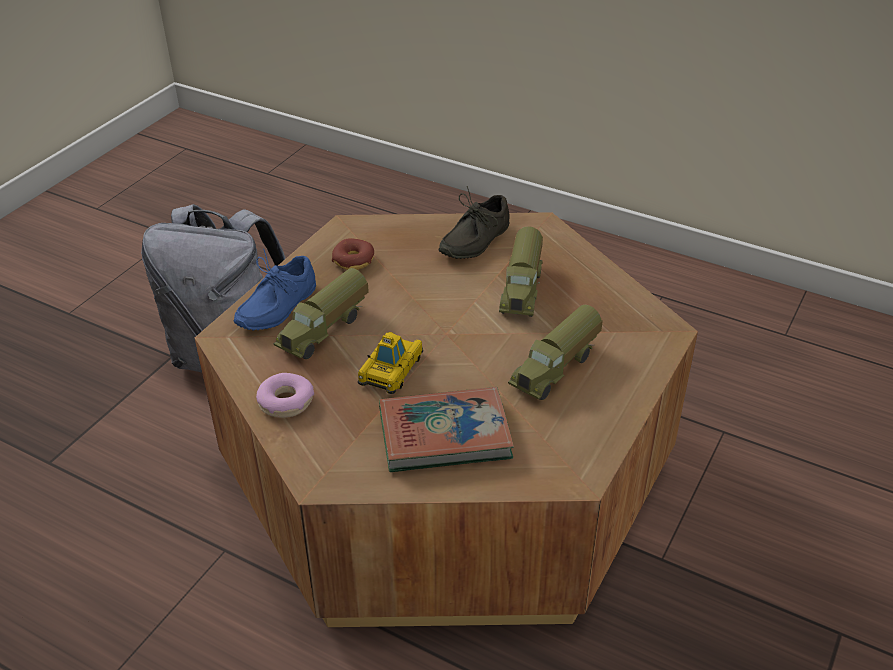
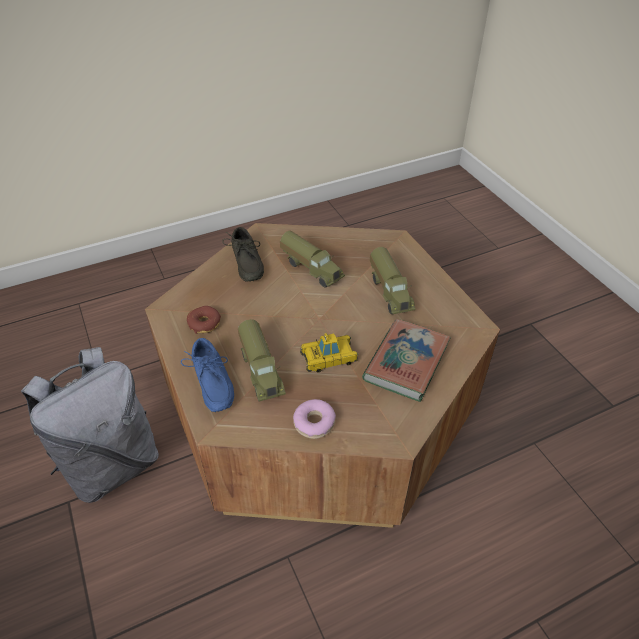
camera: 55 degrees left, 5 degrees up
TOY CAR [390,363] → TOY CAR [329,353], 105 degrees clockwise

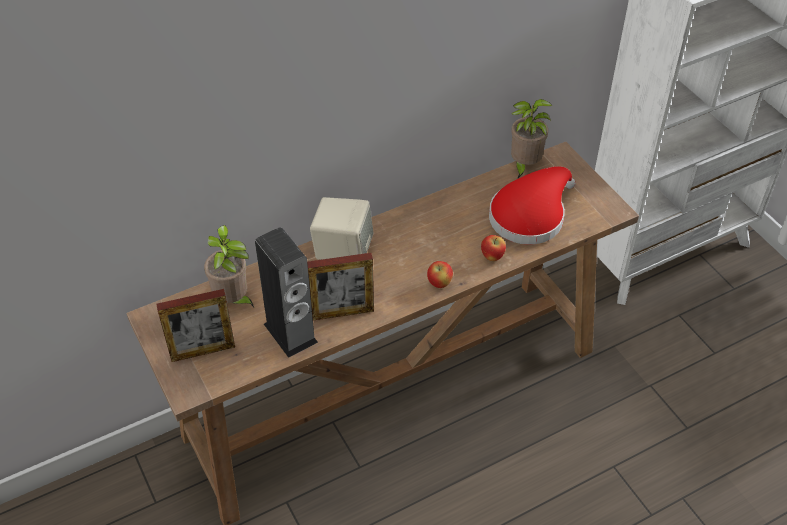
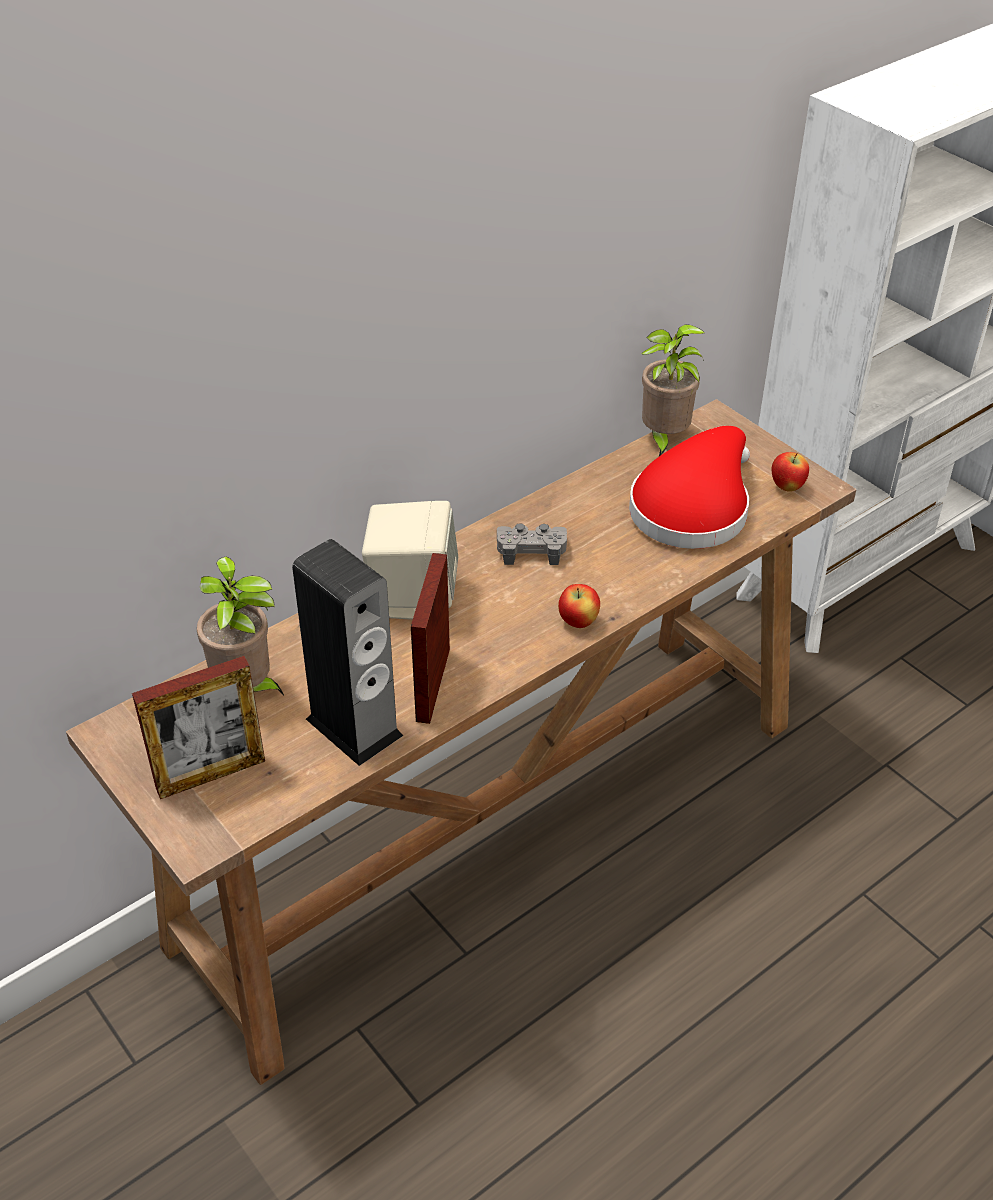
camera: 10 degrees left, 5 degrees down
APPLE [493,248] → APPLE [790,472], moved
PICTURE FRAME [340,286] → PICTURE FRAME [430,638], 120 degrees clockwise
- → GREY GAME CONTROLLER [532,544]

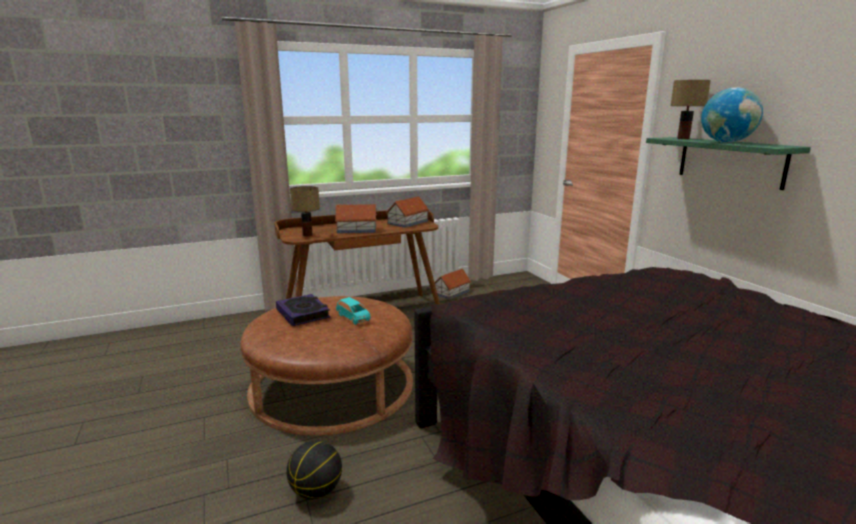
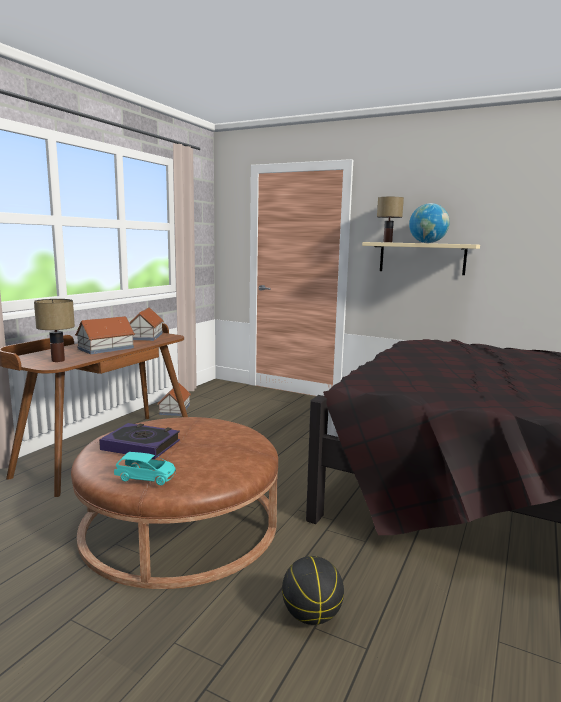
camera: 40 degrees left, 5 degrees down
GREEN SHELF [728,163] → BEIGE SHELF [421,258]
TURQUOISE TOY CAR [353,311] → TURQUOISE TOY CAR [145,468], moved

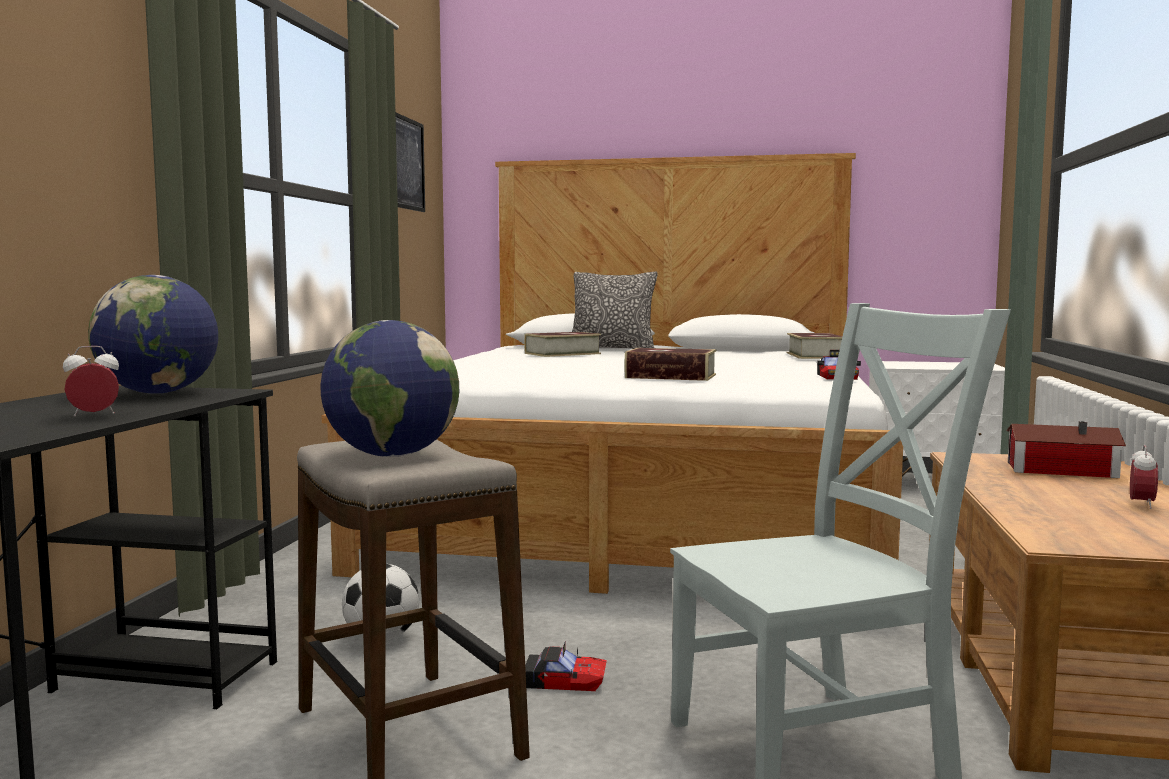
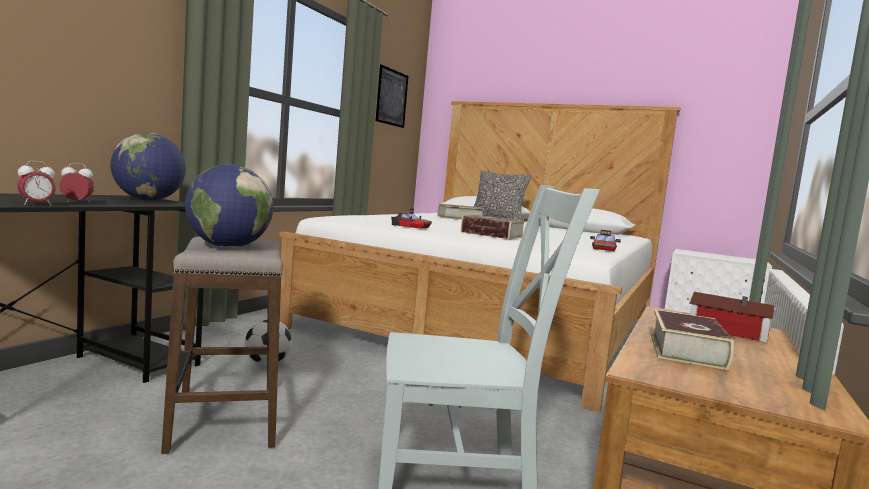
camera: 15 degrees right, 0 degrees up
BOOK [814,346] → BOOK [692,339], moved
ALARM CLOCK [1144,477] → ALARM CLOCK [36,183], moved
TOY CAR [566,667] → TOY CAR [411,219], moved

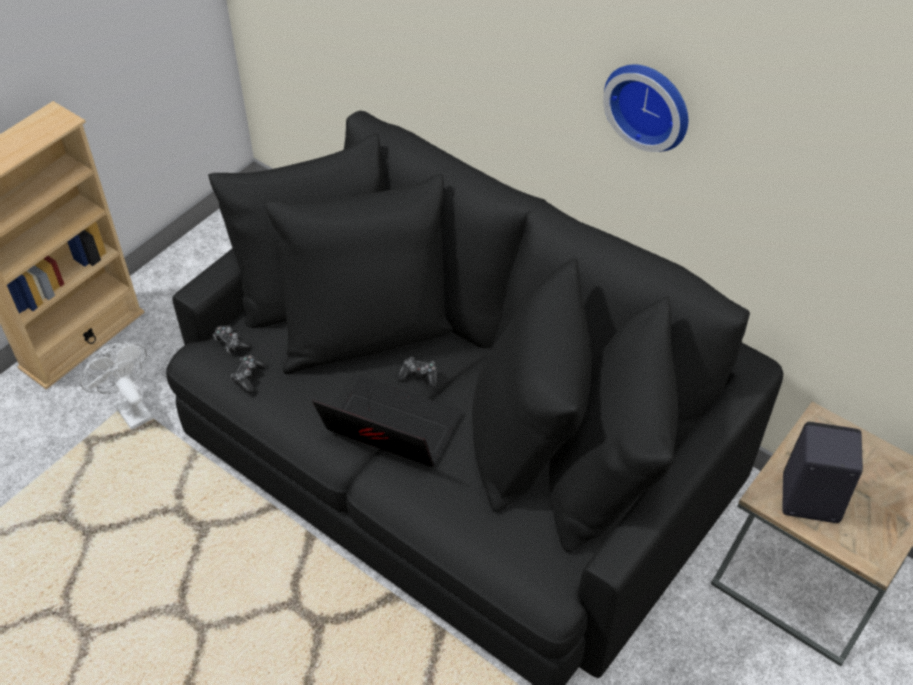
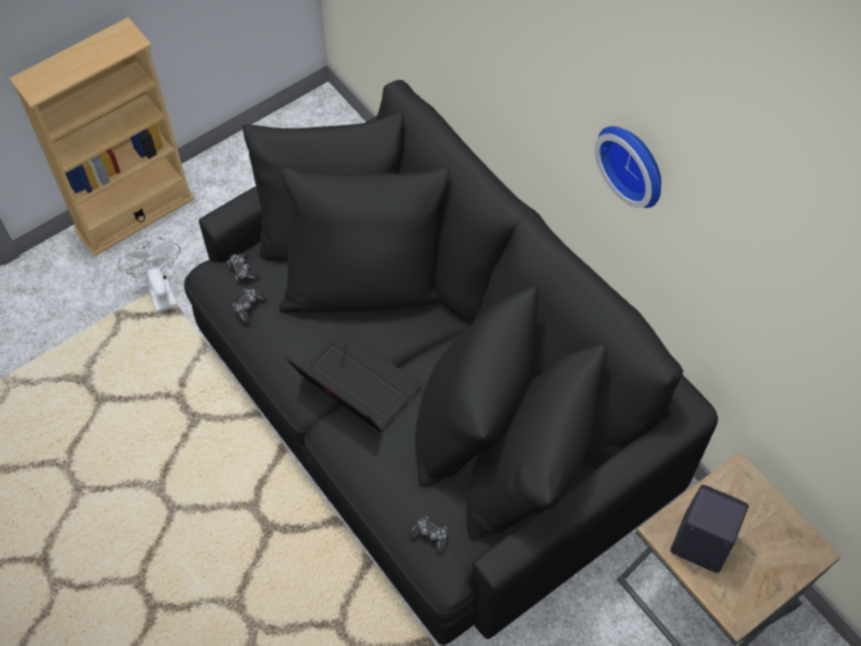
camera: 15 degrees right, 10 degrees up
GAME CONTROLLER [417,372] → GAME CONTROLLER [428,535], moved

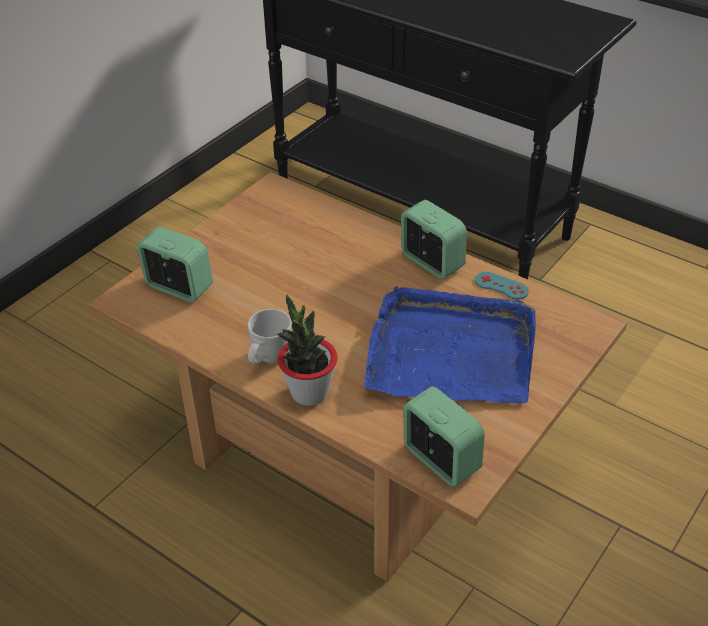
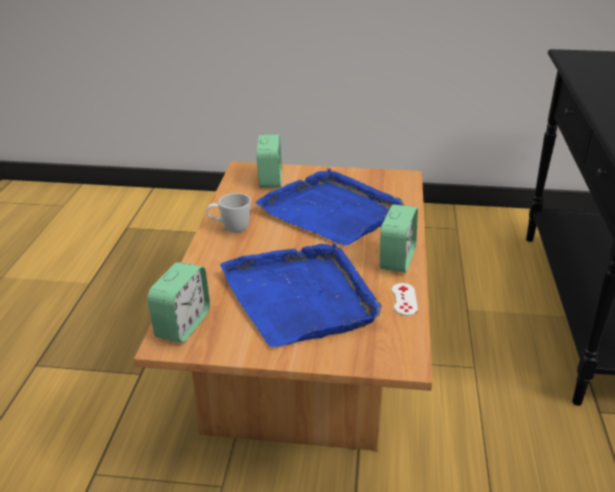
camera: 60 degrees right, 10 degrees down
TURQUOISE GAME CONTROLLER [502,286] → WHITE GAME CONTROLLER [405,299]
POTTED PLANT [307,350] → -
- → BLUE TRAY [330,207]

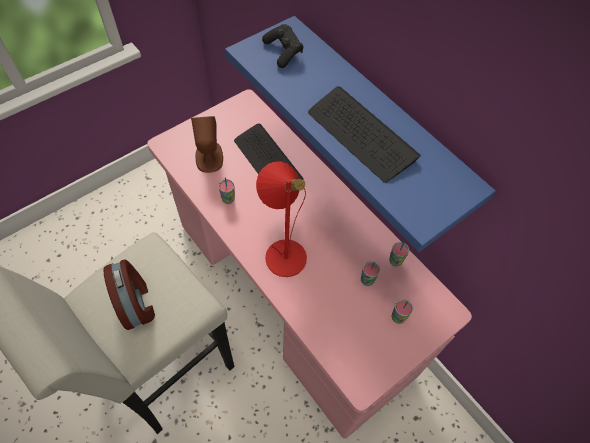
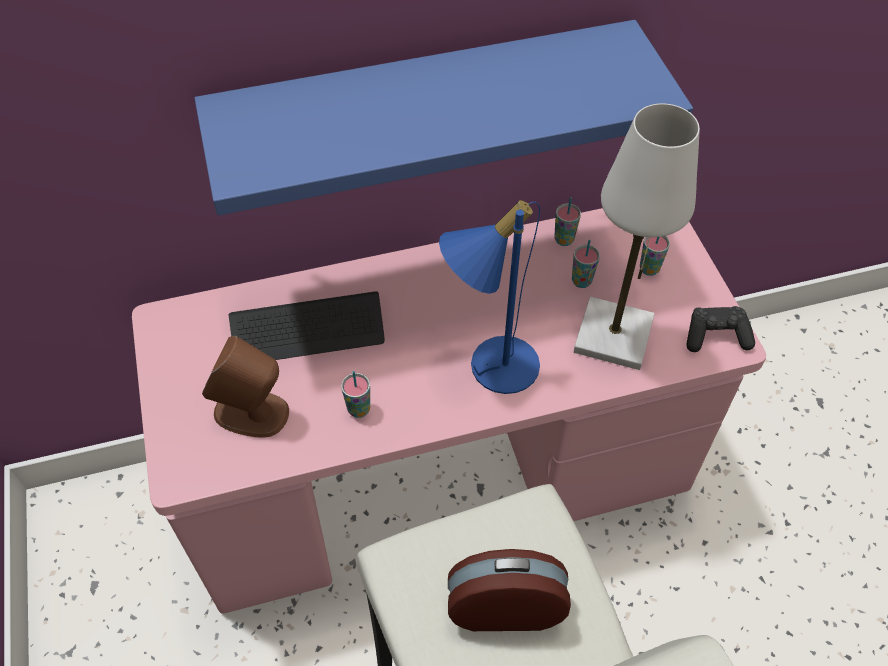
camera: 65 degrees left, 5 degrees down
BLACK GAME CONTROLLER [282,46] → BLACK GAME CONTROLLER [721,329], moved
KEYBOARD [364,134] → -
RED TABLE LAMP [281,219] → BLUE TABLE LAMP [489,297]
- → WHITE TABLE LAMP [637,236]

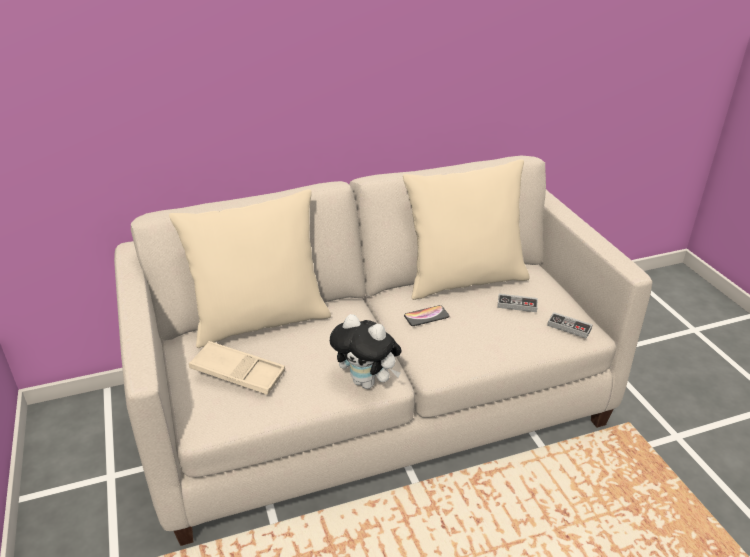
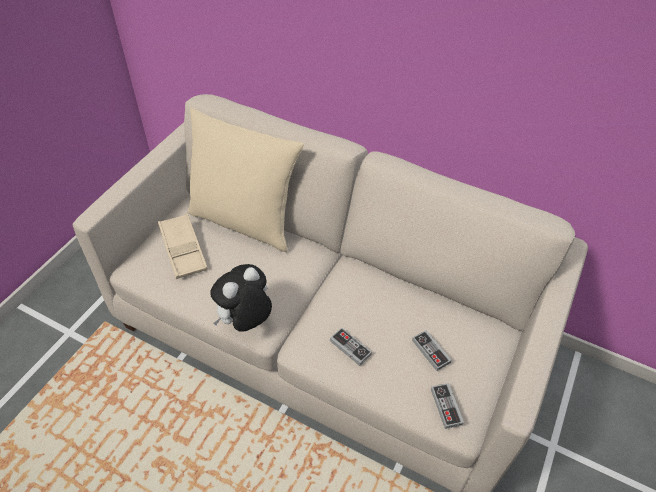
camera: 45 degrees right, 15 degrees up
BEIGE PILLOW [466,229] → -
PHONE [426,315] → -
PLUSH TOY [366,351] → PLUSH TOY [241,298], 60 degrees clockwise
- → GAME CONTROLLER [351,347]

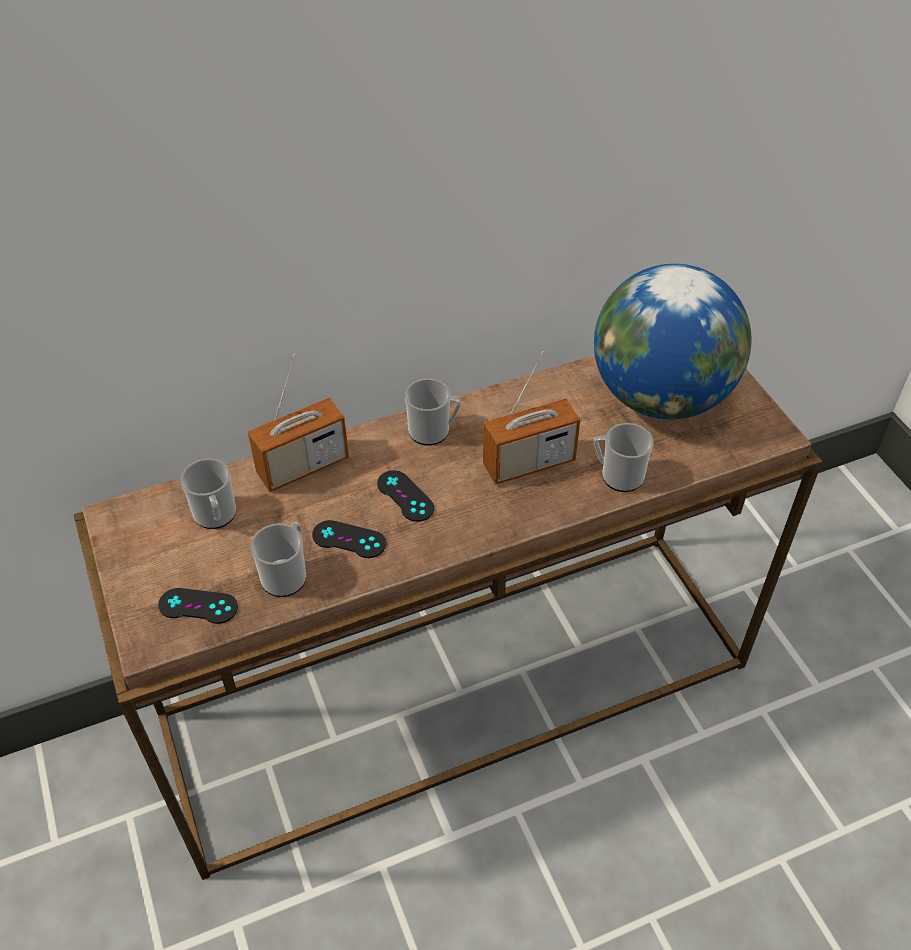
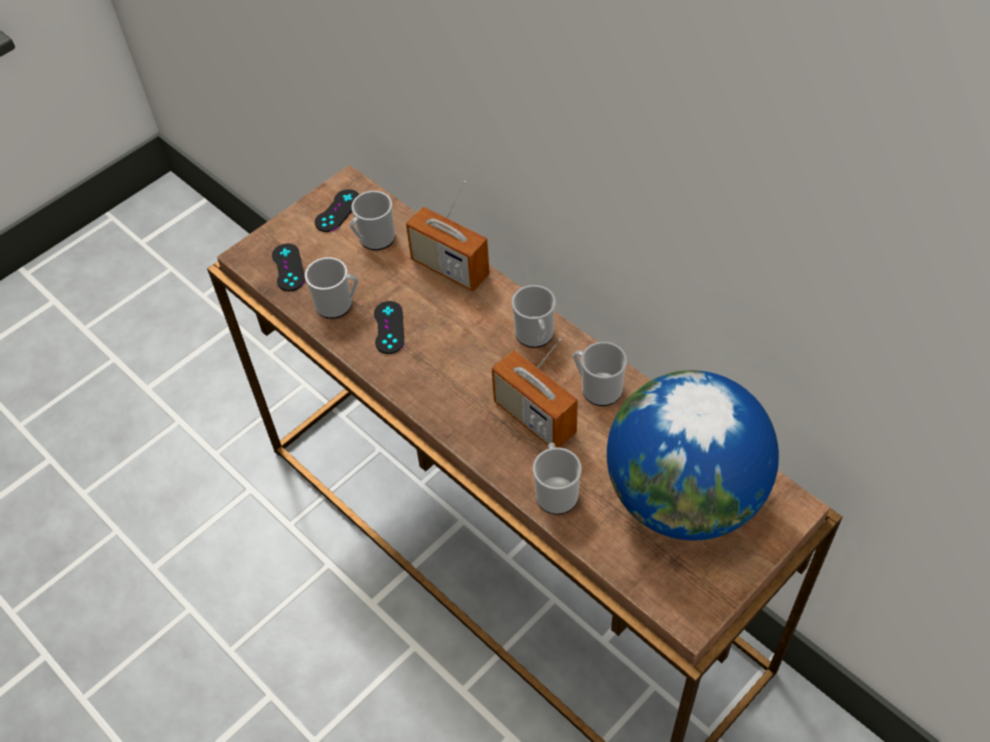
camera: 70 degrees right, 5 degrees up
BLACK GAME CONTROLLER [405,496] → BLACK GAME CONTROLLER [337,210], moved
- → MUG [600,374]

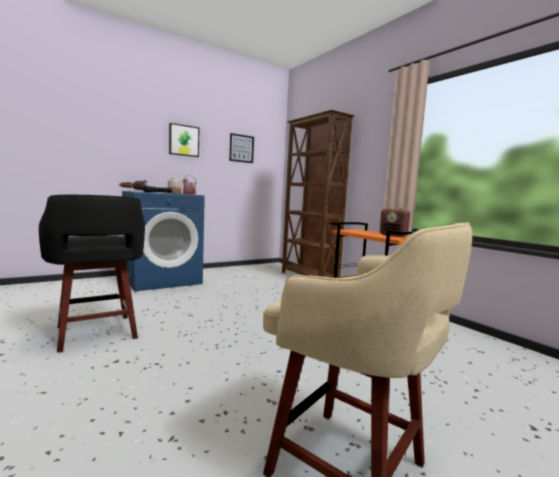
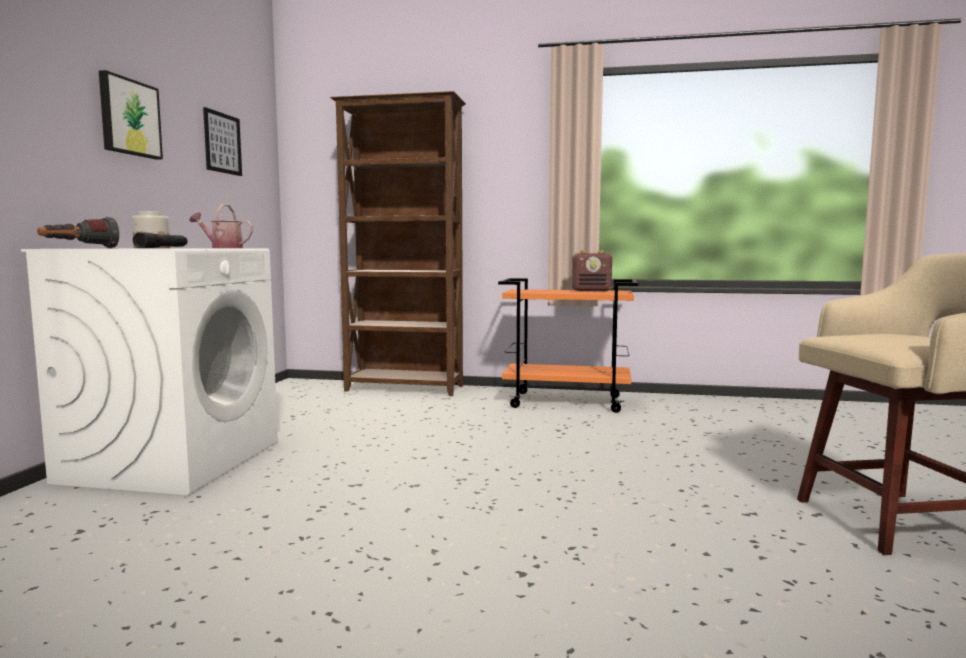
camera: 45 degrees left, 0 degrees up
BLUE WASHING MACHINE [163,241] → WHITE WASHING MACHINE [149,372]
BLACK STOOL [92,274] → -

